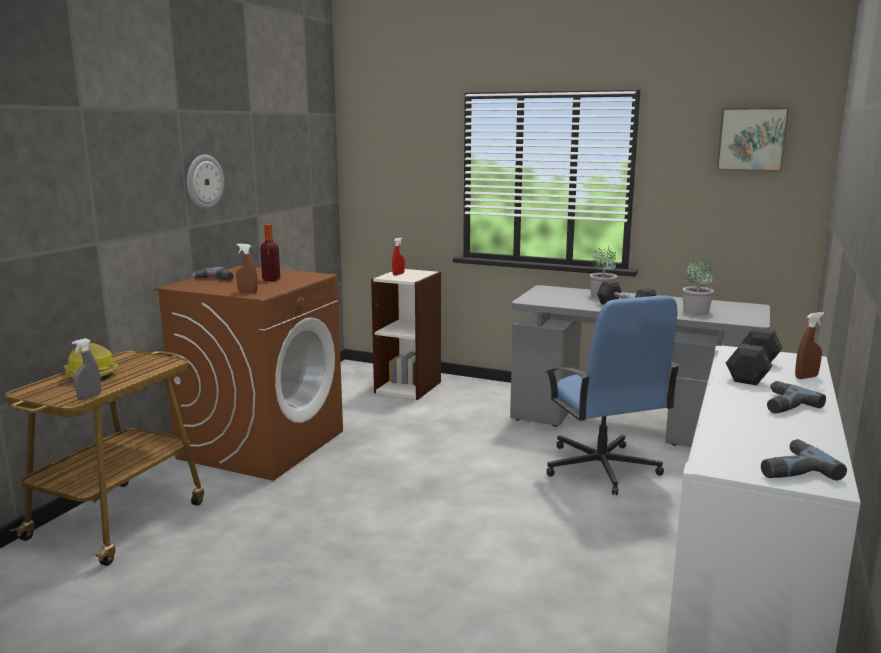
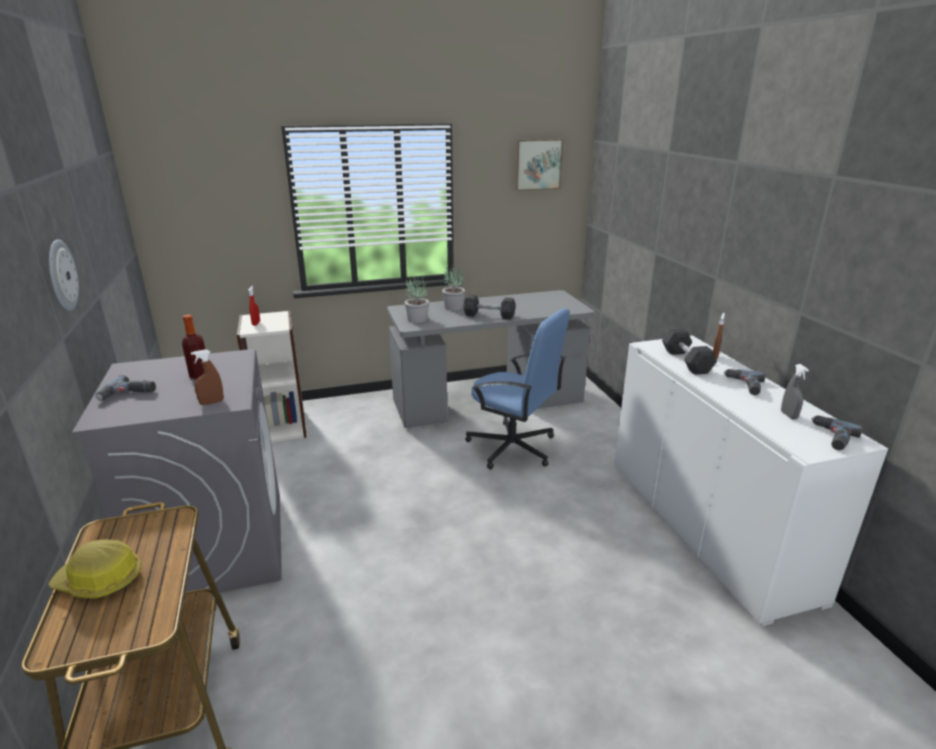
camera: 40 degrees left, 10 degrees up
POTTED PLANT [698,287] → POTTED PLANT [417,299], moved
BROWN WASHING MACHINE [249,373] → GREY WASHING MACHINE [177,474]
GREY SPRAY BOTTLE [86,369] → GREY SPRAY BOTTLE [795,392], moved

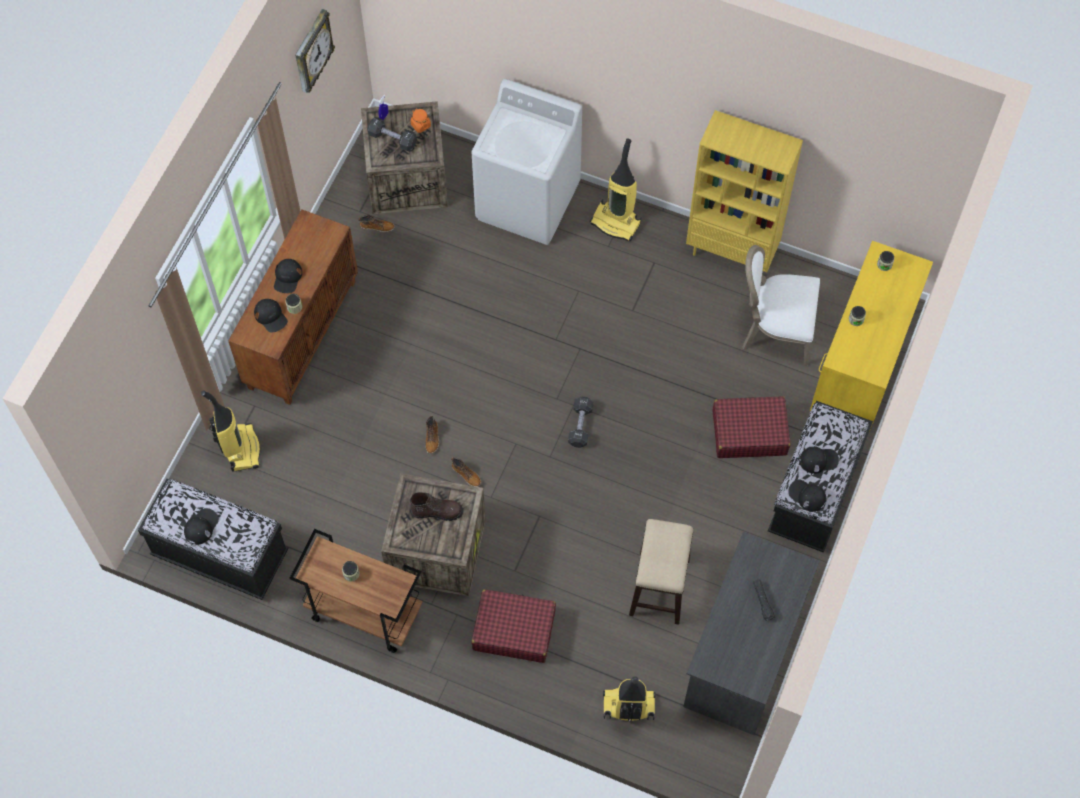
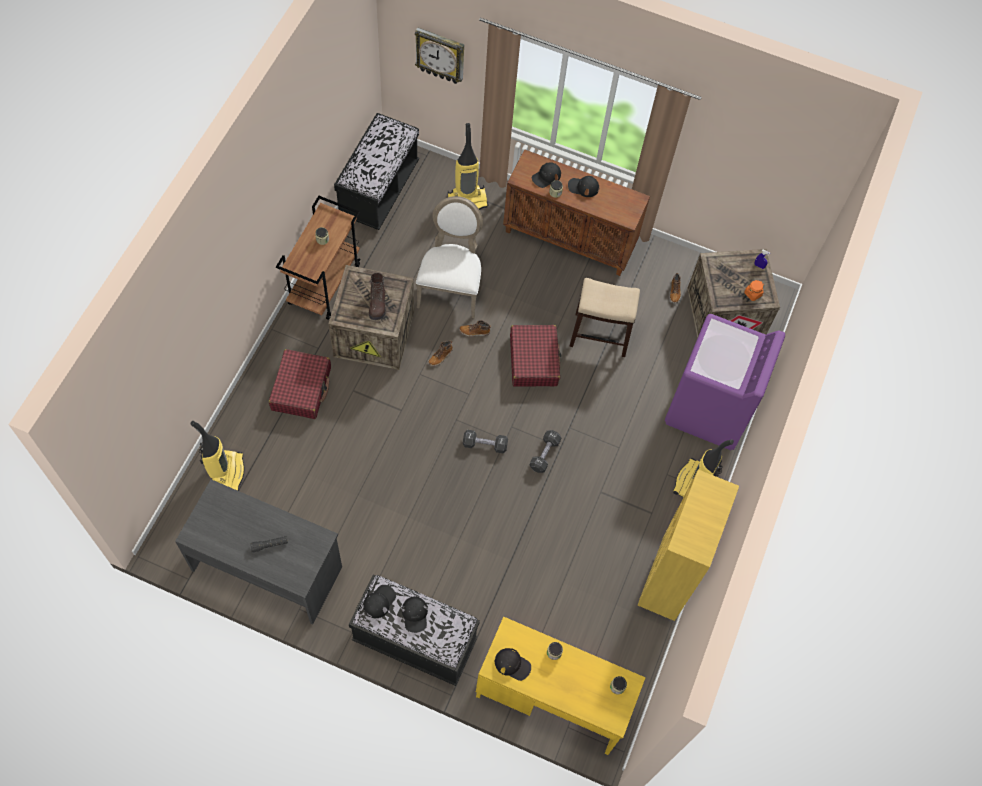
camera: 85 degrees right, 0 degrees up
WALL CLOCK [315,51] → WALL CLOCK [439,55], moved
WHITE WASHING MACHINE [527,162] → PURPLE WASHING MACHINE [725,382]
BLACK DUMBBELL [392,134] → BLACK DUMBBELL [545,451], moved
WHITE CHAIR [781,305] → WHITE CHAIR [449,257], moved
RED SUITCASE [751,427] → RED SUITCASE [535,356], moved
BLACK CAP [201,526] → BLACK CAP [513,664], moved
STOOL [661,572] → STOOL [605,317], moved

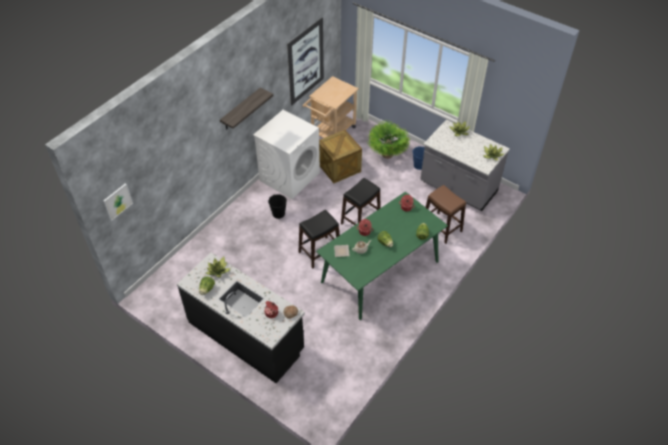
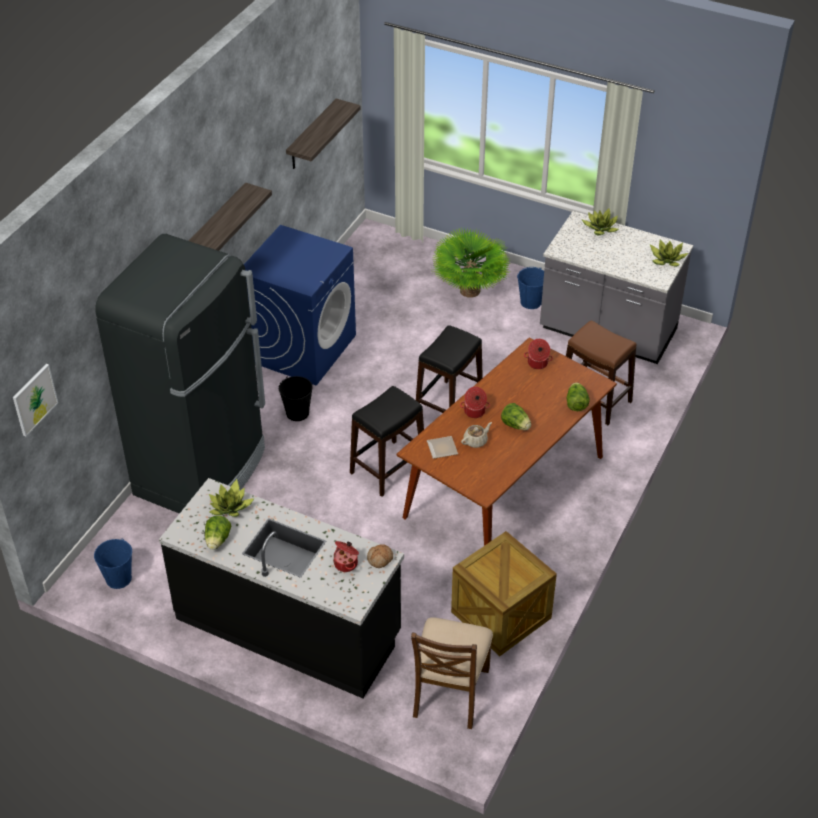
camera: 10 degrees left, 5 degrees down
PICTURE [305,61] → SHELF [323,134]
BEIGE CART [331,107] → -
WHITE WASHING MACHINE [286,154] → BLUE WASHING MACHINE [300,305]
CRATE [340,156] → CRATE [504,593], moved
GREEN DINING TABLE [382,256] → BROWN DINING TABLE [507,441]
- → BLACK FRIDGE [180,374]
- → BLUE BUCKET [113,563]
- → BROWN CHAIR [452,673]

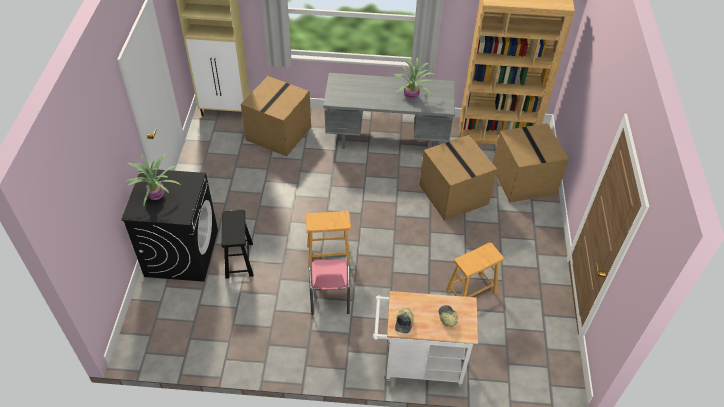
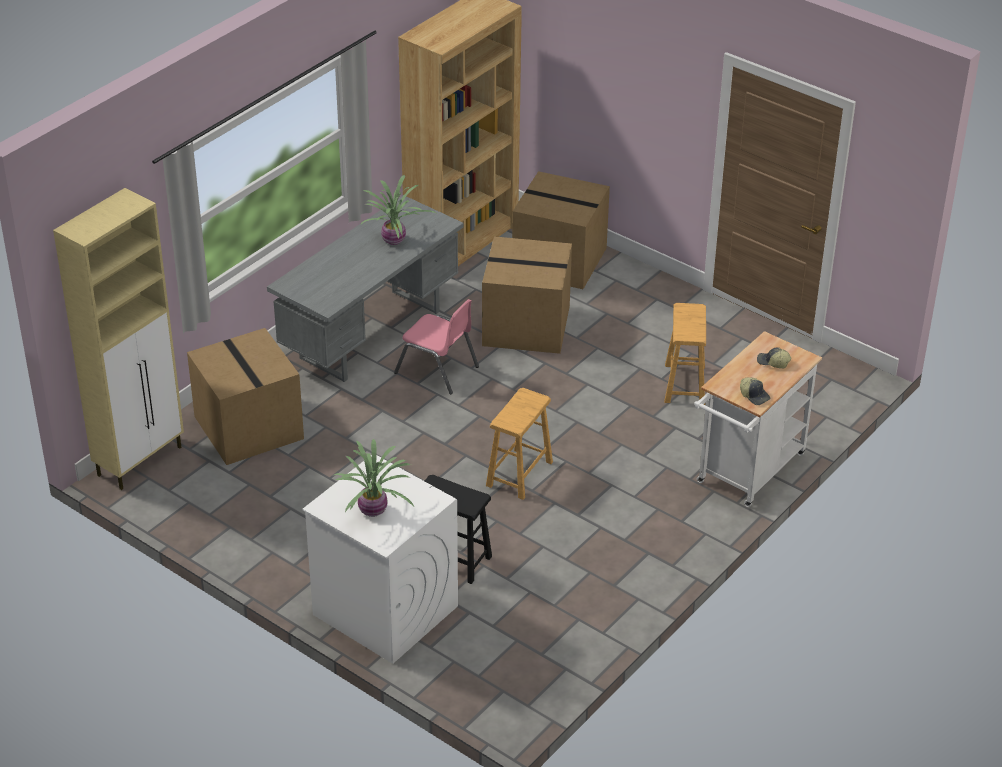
camera: 55 degrees left, 10 degrees down
BLACK WASHING MACHINE [169,225] → WHITE WASHING MACHINE [380,559]
PINK CHAIR [329,287] → PINK CHAIR [436,346], moved

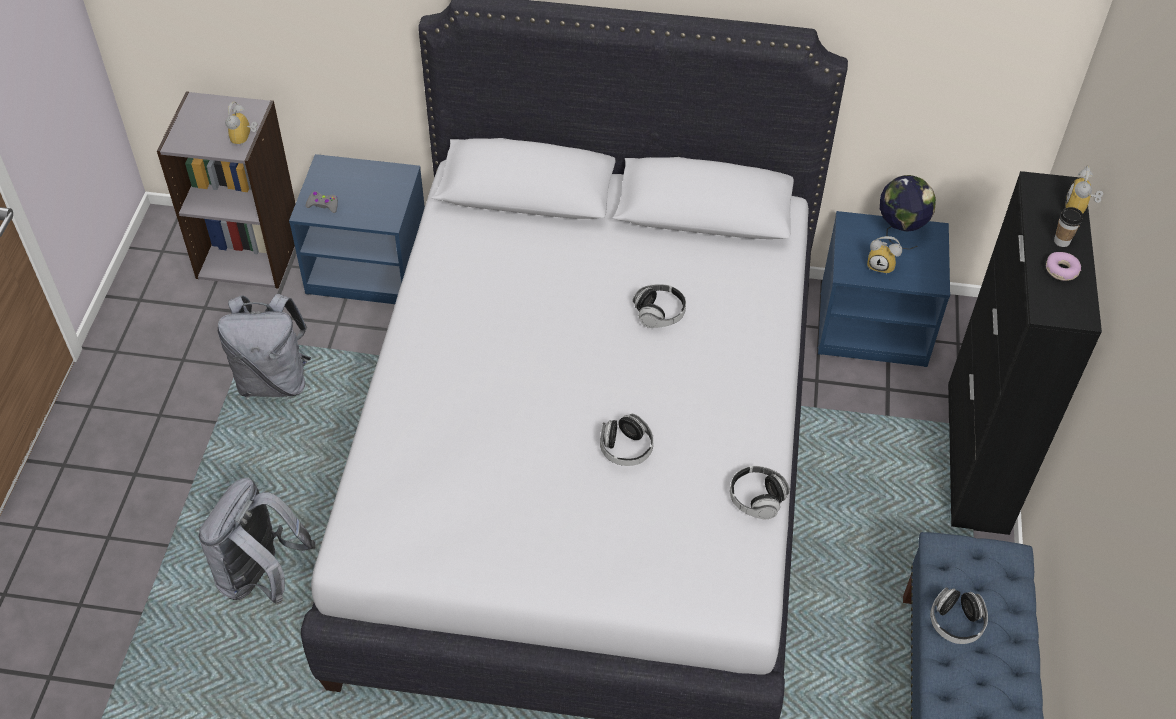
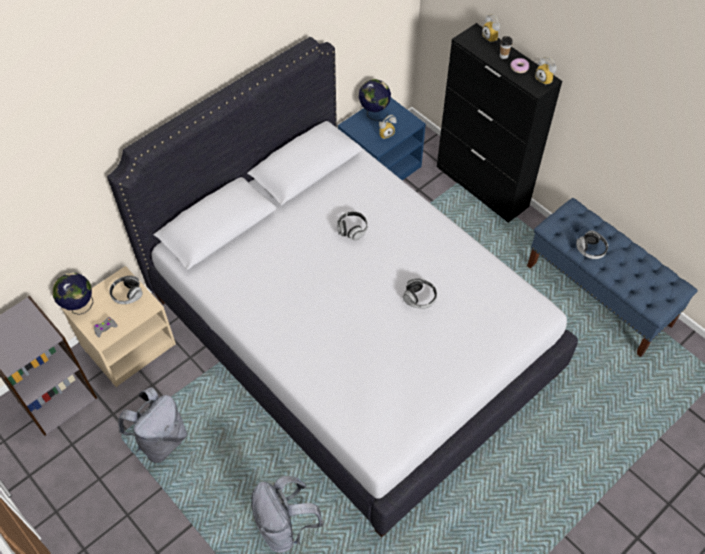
camera: 50 degrees left, 5 degrees up
ALARM CLOCK [241,124] → ALARM CLOCK [546,71], moved
BLUE NIGHTSTAND [357,229] → BEIGE NIGHTSTAND [118,326]
HEADPHONES [760,492] → HEADPHONES [126,289], moved
- → GLOBE [73,293]

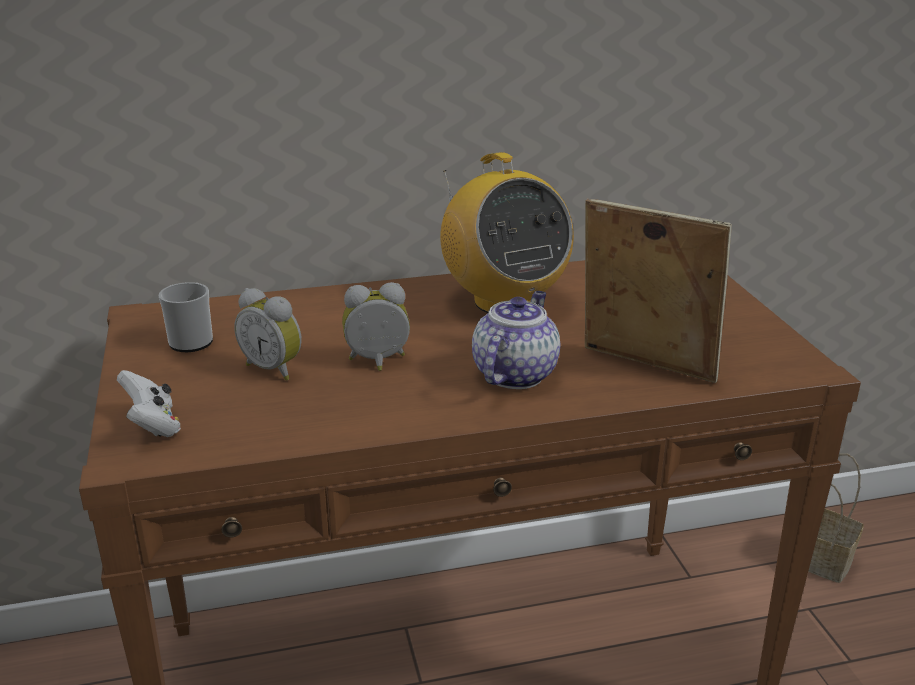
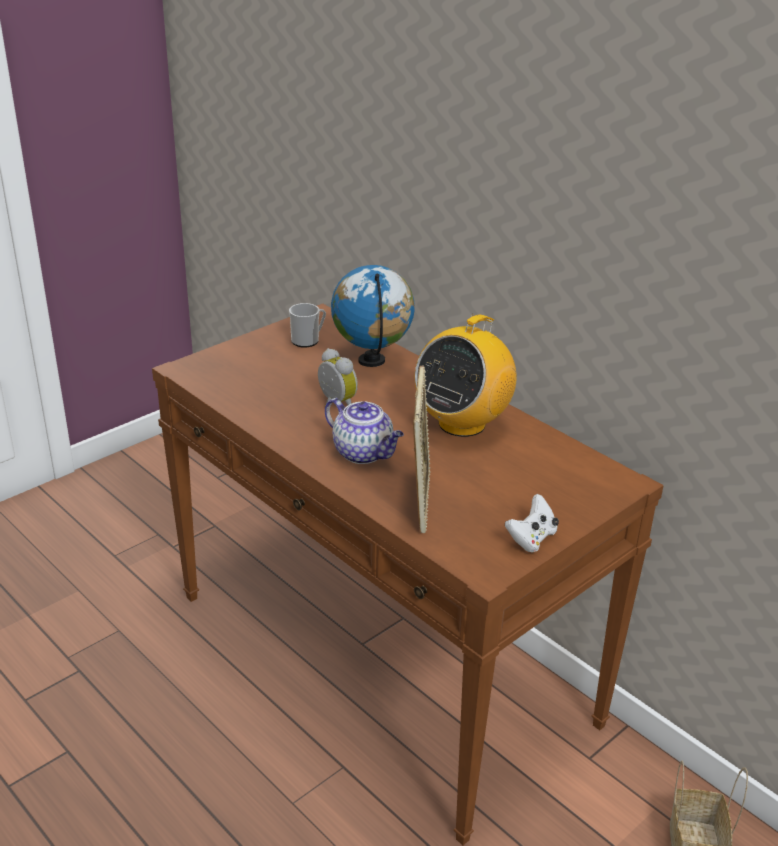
camera: 60 degrees right, 5 degrees up
ALARM CLOCK [268,334] → -
TEAPOT [516,340] → TEAPOT [364,431], 45 degrees clockwise
WHITE GAME CONTROLLER [149,403] → WHITE GAME CONTROLLER [532,523], moved
- → GLOBE [373,316]

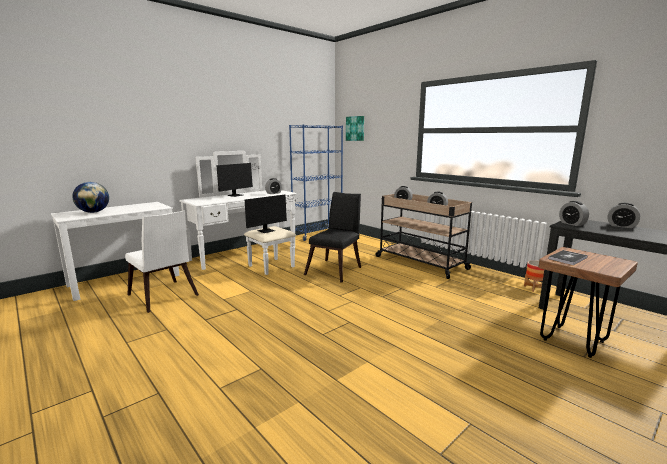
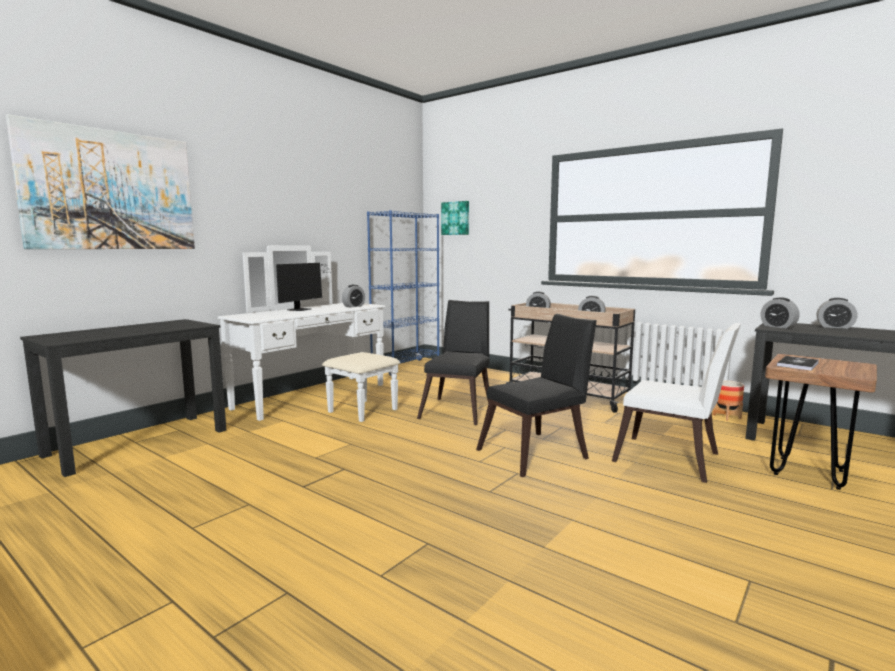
camera: 10 degrees left, 5 degrees down
GLOBE [90,197] → -
MONITOR [271,214] → -
WHITE DESK [115,251] → BLACK DESK [123,398]
WHITE CHAIR [162,262] → WHITE CHAIR [676,403], moved
- → PICTURE [100,181]
- → BLACK CHAIR [536,395]

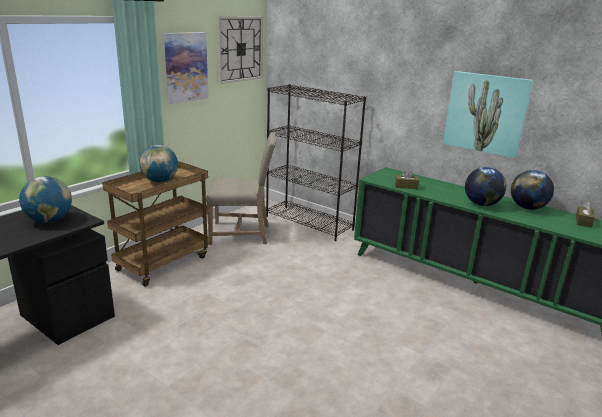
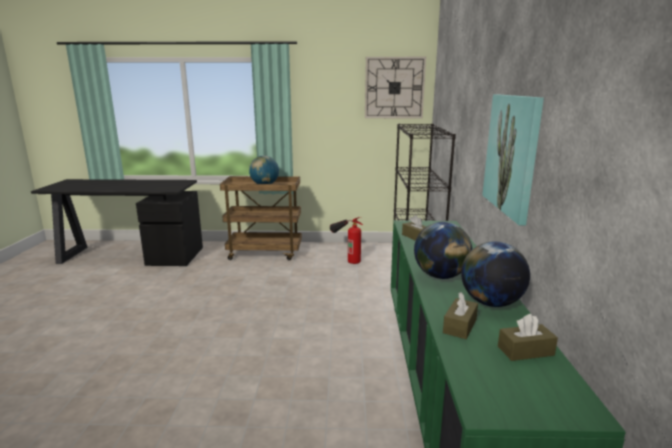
camera: 55 degrees right, 5 degrees down
PICTURE [186,68] → -
BEIGE CHAIR [241,188] → FIRE EXTINGUISHER [346,240]
GLOBE [45,199] → -
- → BROWN TISSUE BOX [460,315]

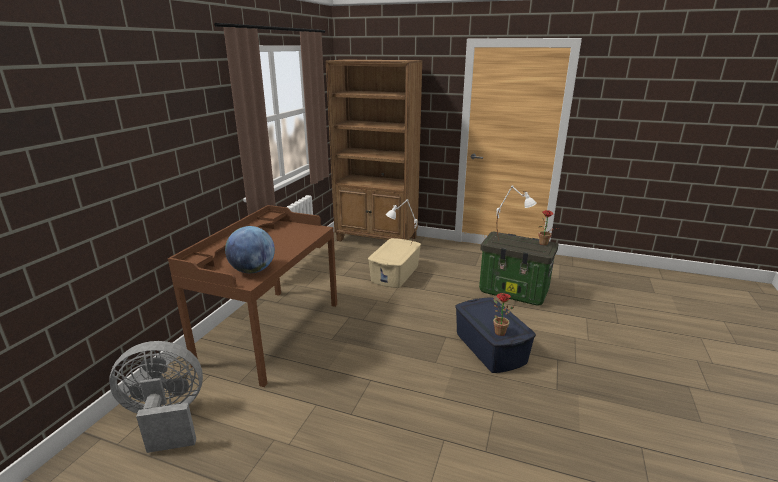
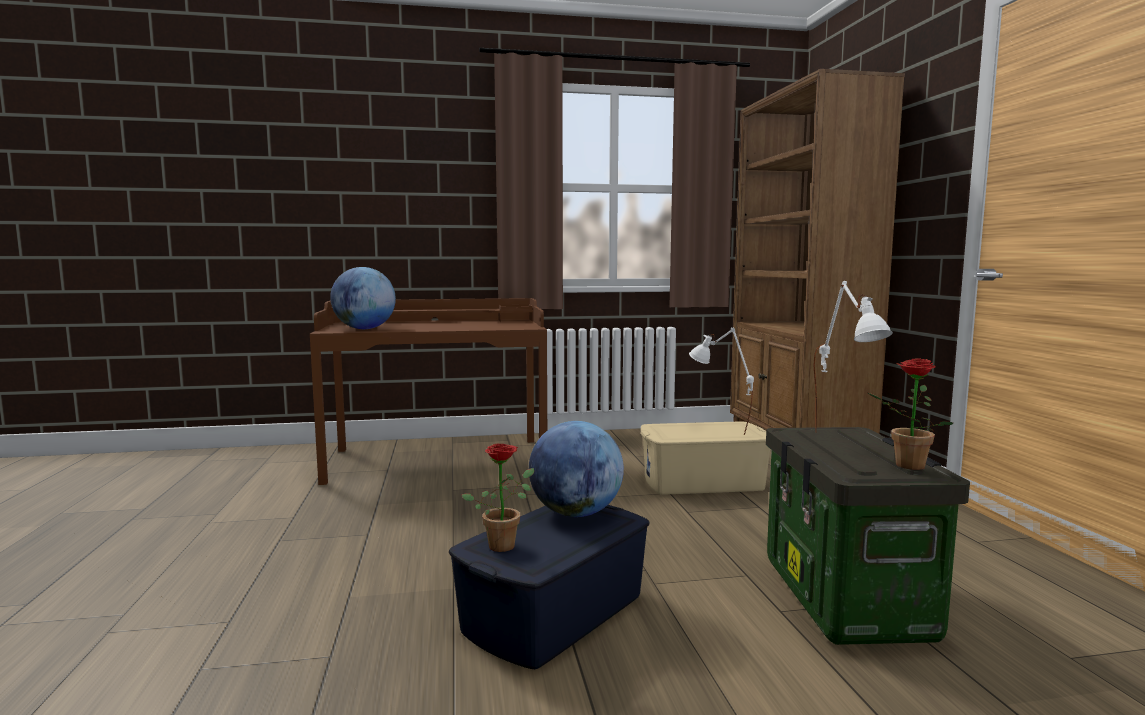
camera: 60 degrees right, 15 degrees down
GREY FAN [156,397] → -
- → GLOBE [576,469]

